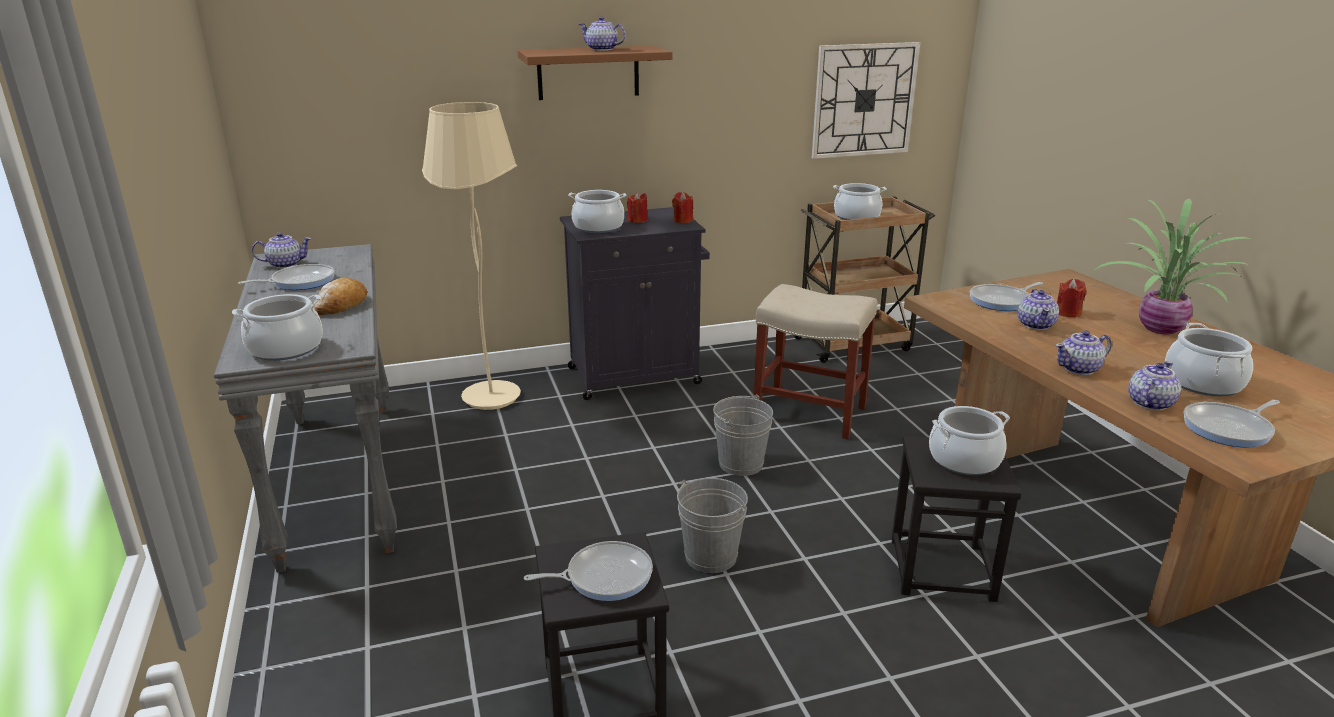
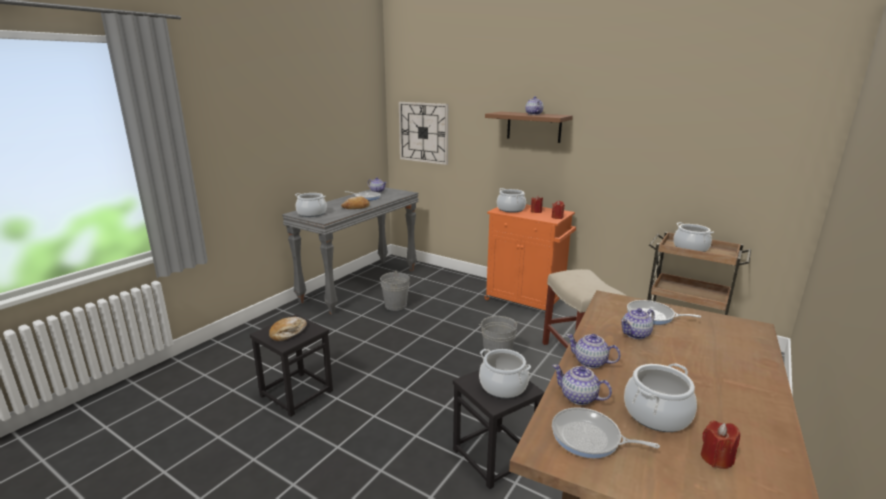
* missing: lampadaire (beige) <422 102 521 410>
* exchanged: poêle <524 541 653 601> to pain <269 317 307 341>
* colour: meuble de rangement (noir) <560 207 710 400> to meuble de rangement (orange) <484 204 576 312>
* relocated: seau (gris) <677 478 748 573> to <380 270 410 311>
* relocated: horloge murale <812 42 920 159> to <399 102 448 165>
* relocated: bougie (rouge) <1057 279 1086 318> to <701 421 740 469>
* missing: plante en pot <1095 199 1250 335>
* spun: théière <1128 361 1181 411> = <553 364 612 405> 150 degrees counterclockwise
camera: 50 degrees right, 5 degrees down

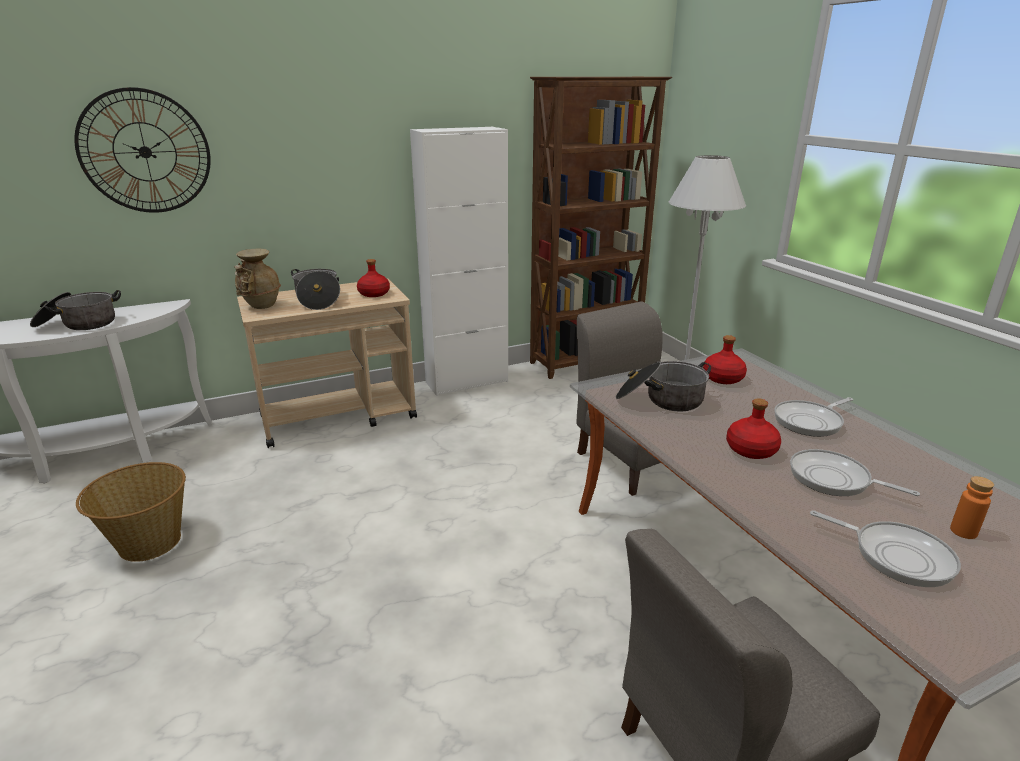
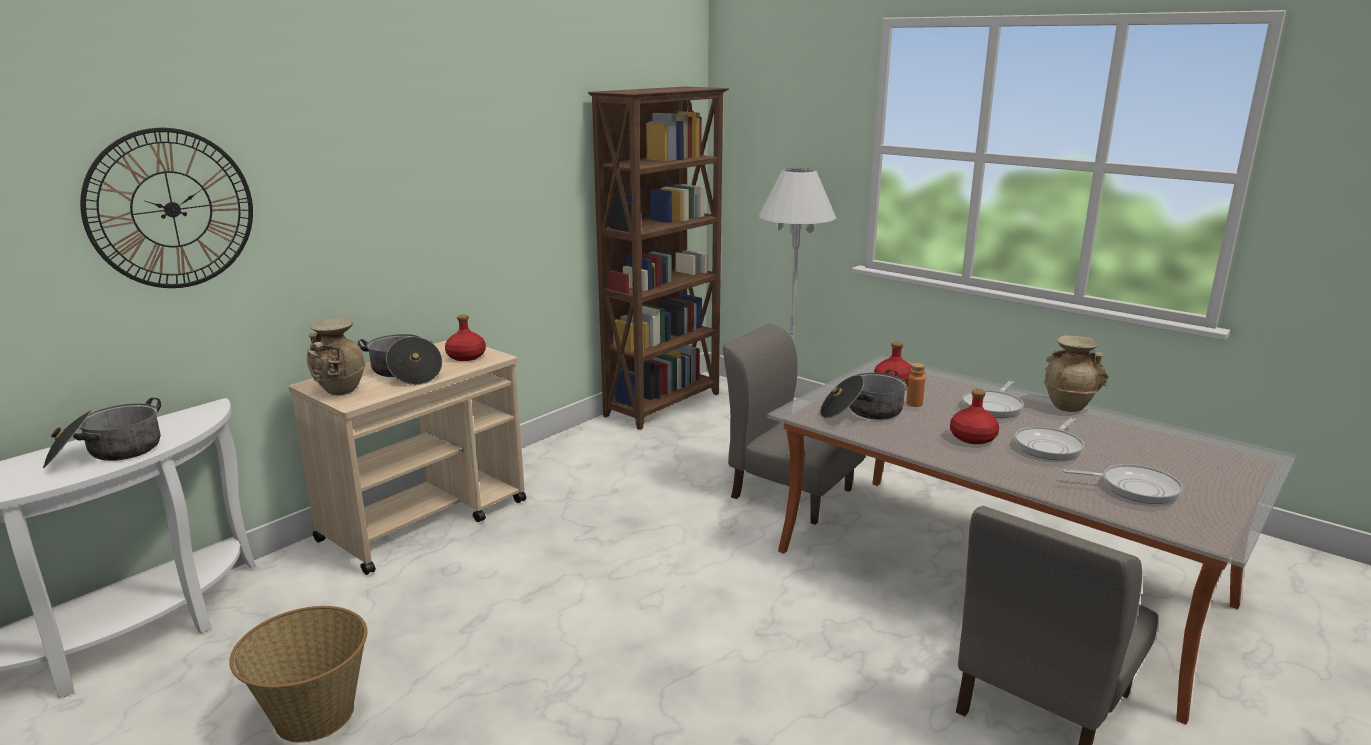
* missing: meuble de rangement (blanc) <410 127 508 396>
* spun: poêle <790 449 920 496> = <1015 417 1084 460> 60 degrees counterclockwise
* relocated: bouteille (orange) <950 476 994 539> to <906 363 925 407>
* appeared: vase (beige) <1044 335 1108 412>
camera: 25 degrees left, 5 degrees down

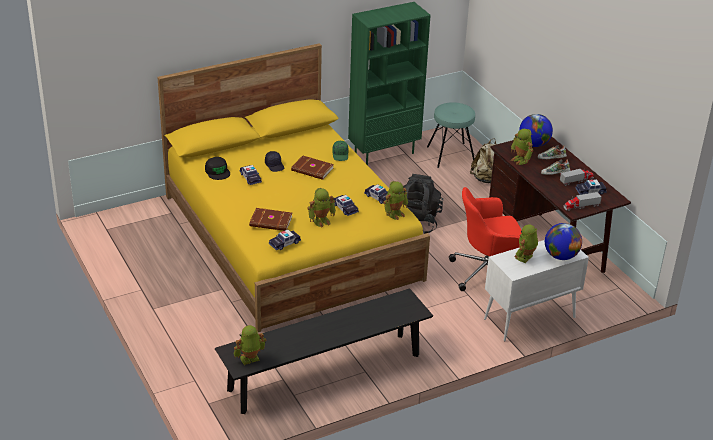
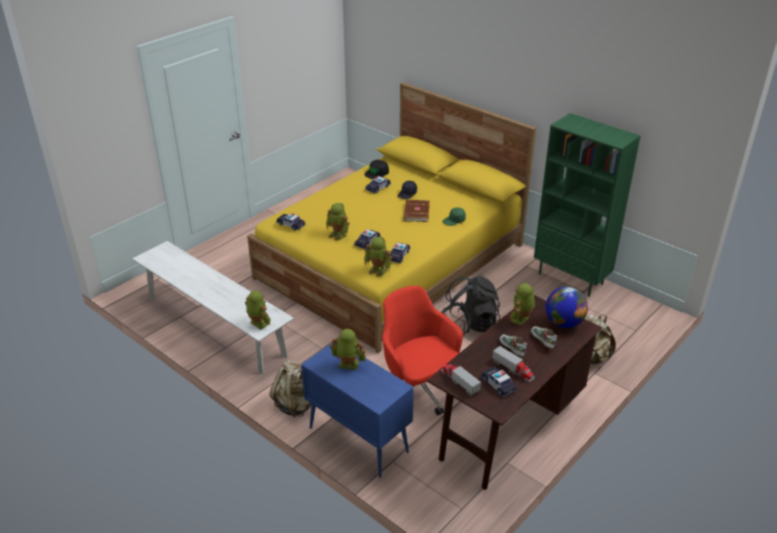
* colour: banc (noir) <215 288 433 414> to banc (blanc) <132 241 294 374>
* relocated: robot jouet <234 325 266 365> to <245 291 271 330>
* missing: livre (marron) <249 208 293 231>
* missing: tabouret (turquoise) <427 102 475 168>
* colour: meuble de rangement (blanc) <484 240 589 342> to meuble de rangement (bleu) <301 343 414 478>
* missing: globe <545 223 582 260>
* appeared: sac à dos (beige) <270 360 311 418>
camera: 70 degrees right, 0 degrees up

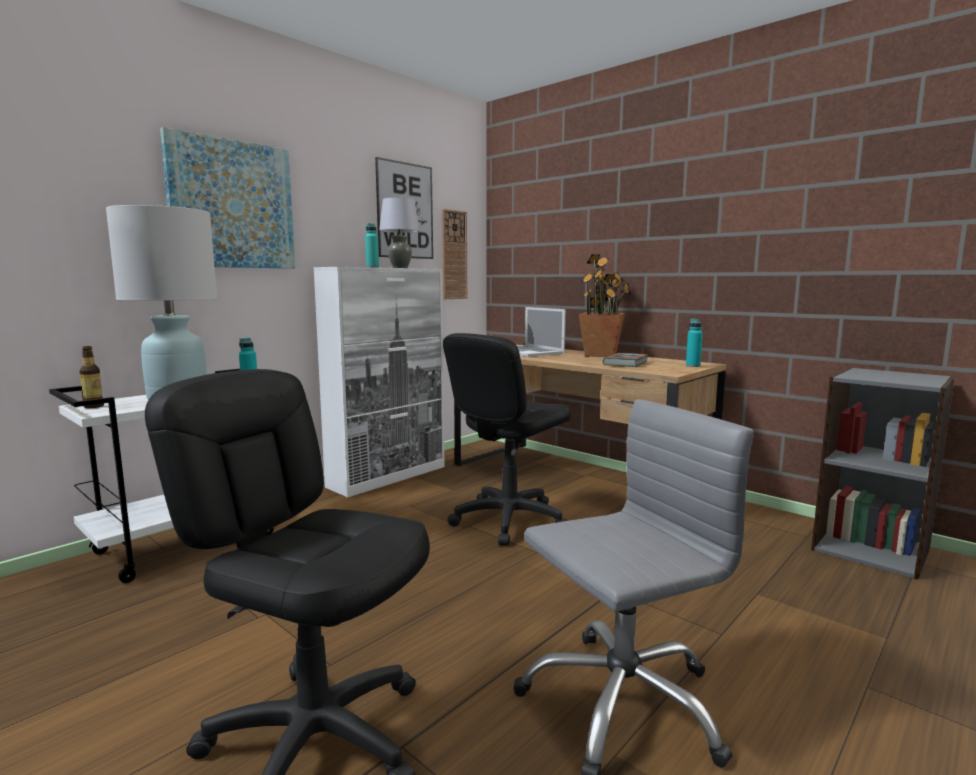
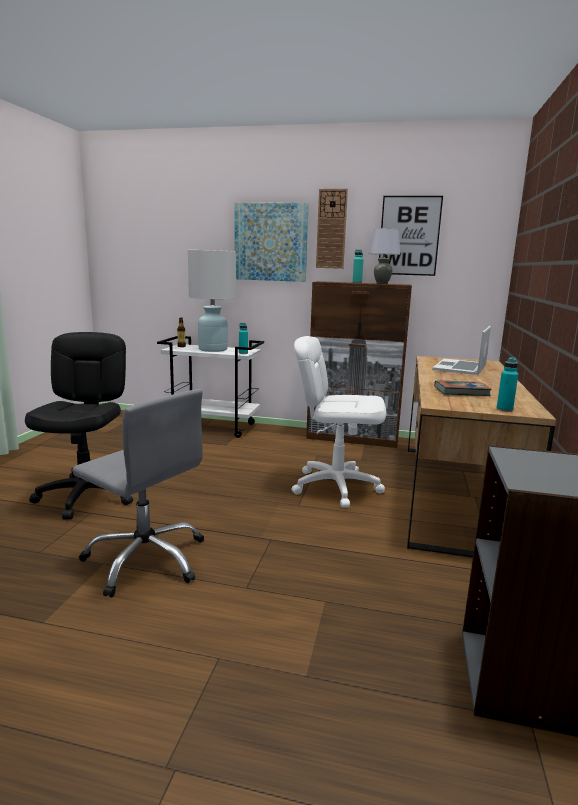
* colour: meuble de rangement (blanc) <314 267 445 497> to meuble de rangement (marron) <306 281 412 448>
* relocated: horloge murale <442 209 467 299> to <316 189 348 269>
* colour: chaise de bureau (noir) <443 333 571 546> to chaise de bureau (blanc) <292 336 386 508>
* missing: plante en pot <579 255 631 357>
camera: 60 degrees right, 5 degrees up

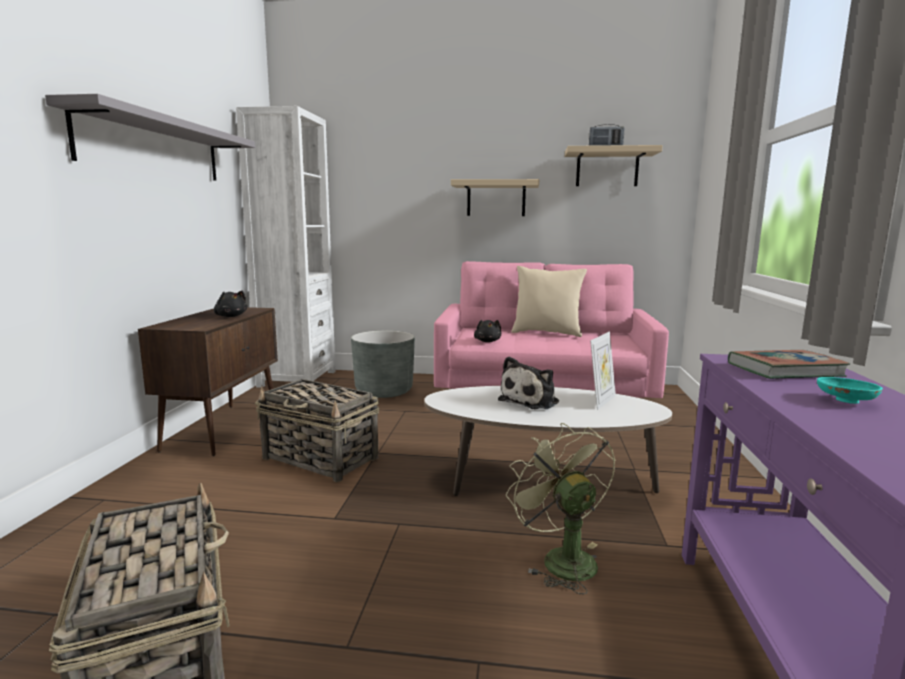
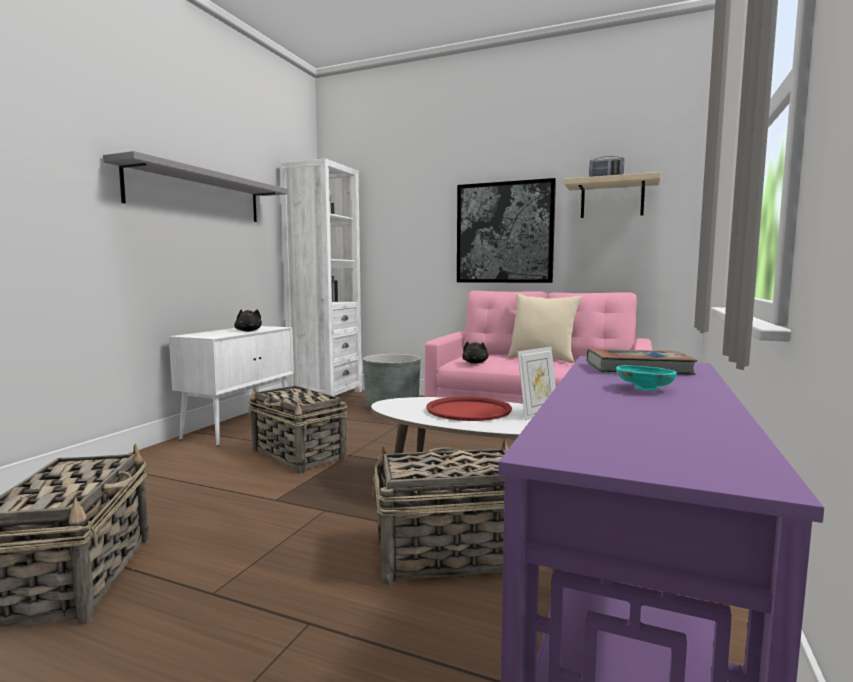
* colour: meuble de rangement (marron) <138 307 278 456> to meuble de rangement (blanc) <169 326 294 446>
* exchanged: étagère (beige) <451 179 539 216> to tableau <457 178 556 283>
* exchanged: peluche <498 356 559 409> to plateau (rouge) <426 396 512 421>
* exchanged: ventilateur (vert) <506 423 615 594> to panier <372 439 508 586>
camera: 15 degrees right, 5 degrees down

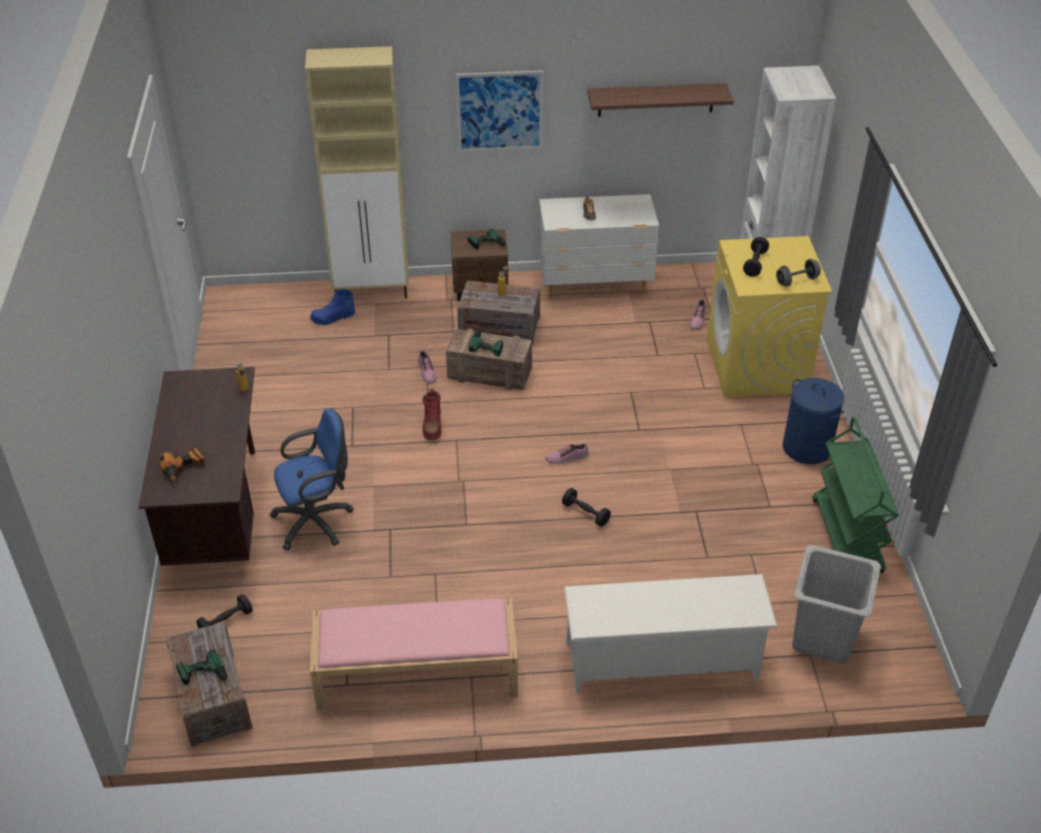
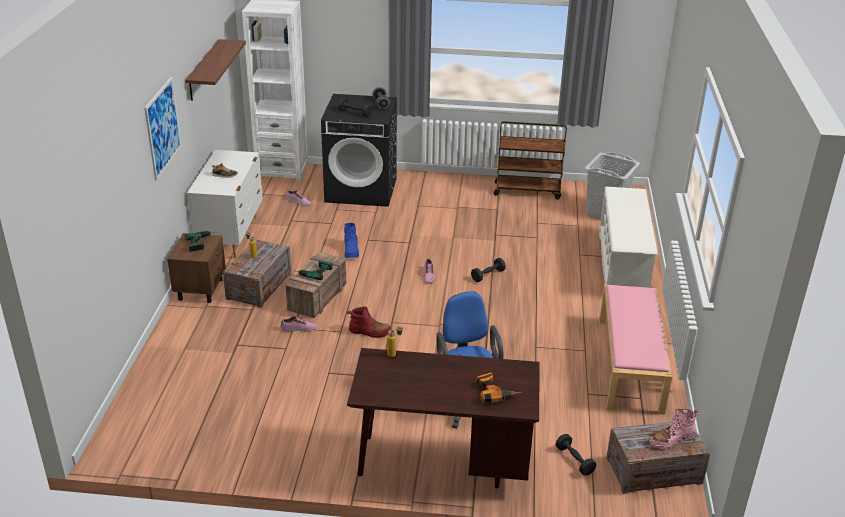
* exchanged: perceuse <176 649 228 686> to botte (rose) <650 408 700 449>
* missing: meuble de rangement (beige) <305 46 409 298>
* relocated: botte (bleu) <310 289 355 326> to <344 223 359 258>
* colour: lave-linge (jaune) <707 236 832 398> to lave-linge (noir) <321 94 397 207>
* missing: panier à linge (bleu) <783 378 844 464>
* colour: chariot (vert) <813 417 899 575> to chariot (marron) <494 121 567 199>
camera: 80 degrees left, 10 degrees down

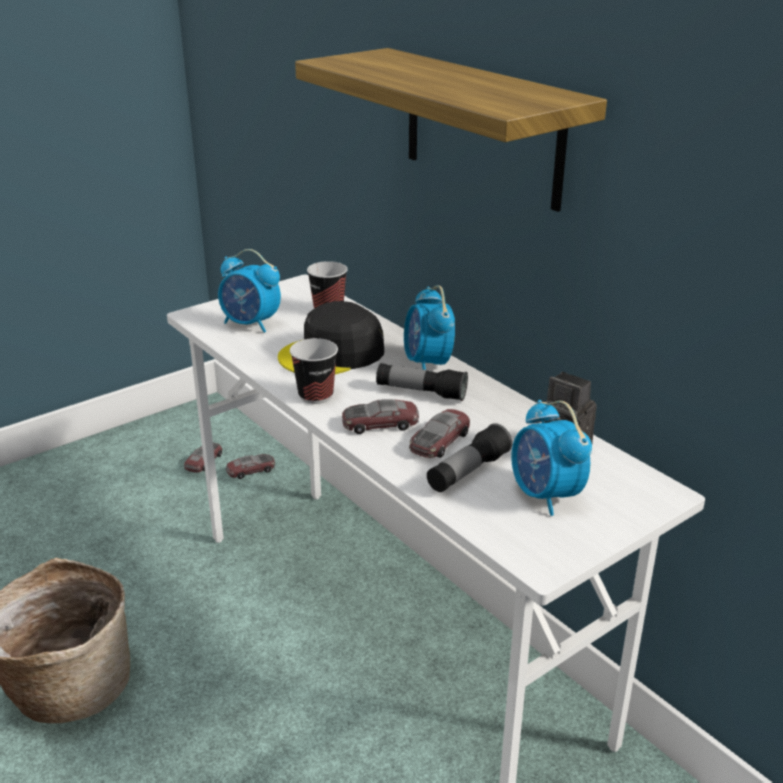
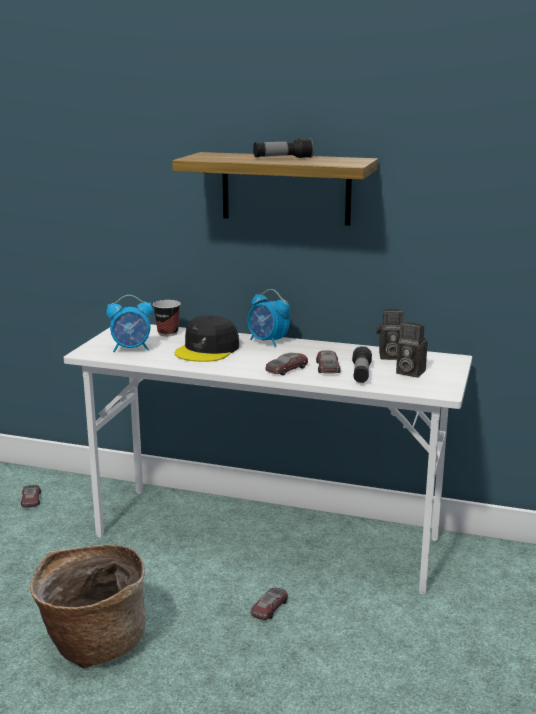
* relocated: petite voiture <226 454 275 479> to <251 587 288 620>
* missing: tasse <290 338 338 404>
* relocated: lampe de poche <376 363 468 401> to <253 138 314 158>
* exchanged: réveil <511 400 592 516> to appareil photo <396 322 428 377>
camera: 35 degrees left, 10 degrees down

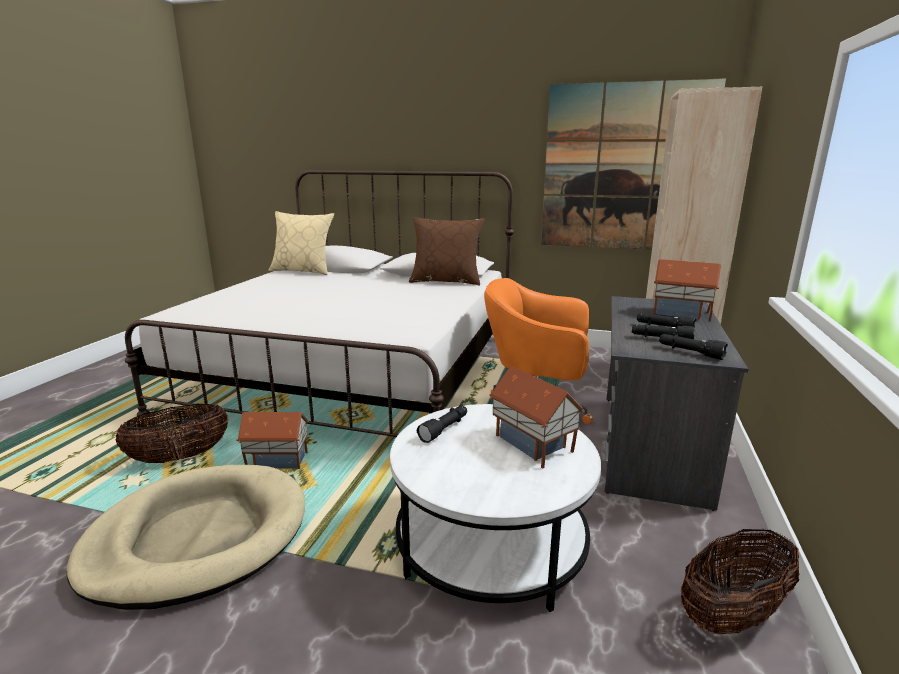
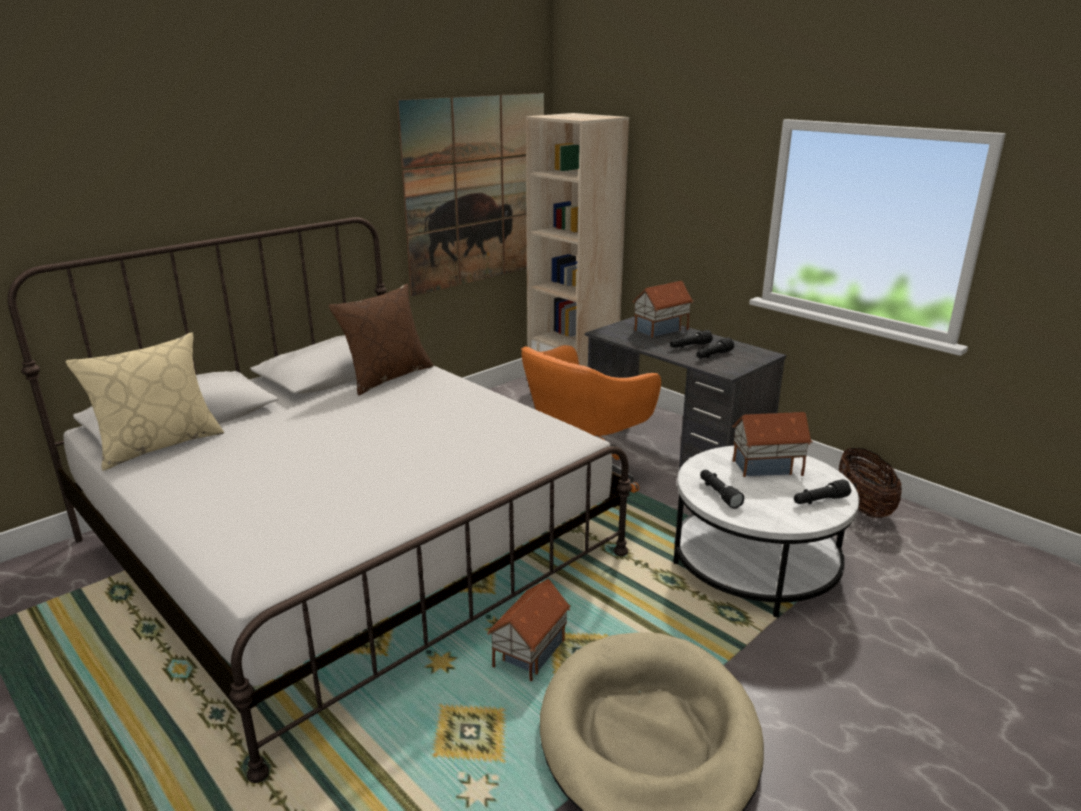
* missing: panier <116 404 228 463>
* relocated: lampe de poche (noir) <659 334 728 360> to <794 479 851 504>
camera: 60 degrees left, 5 degrees up

